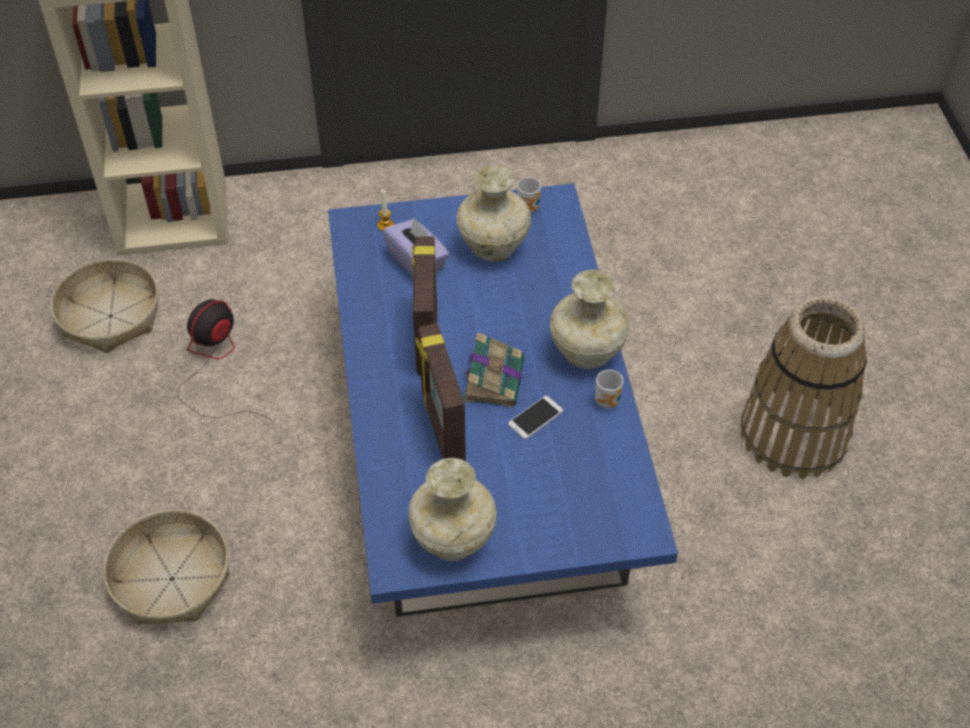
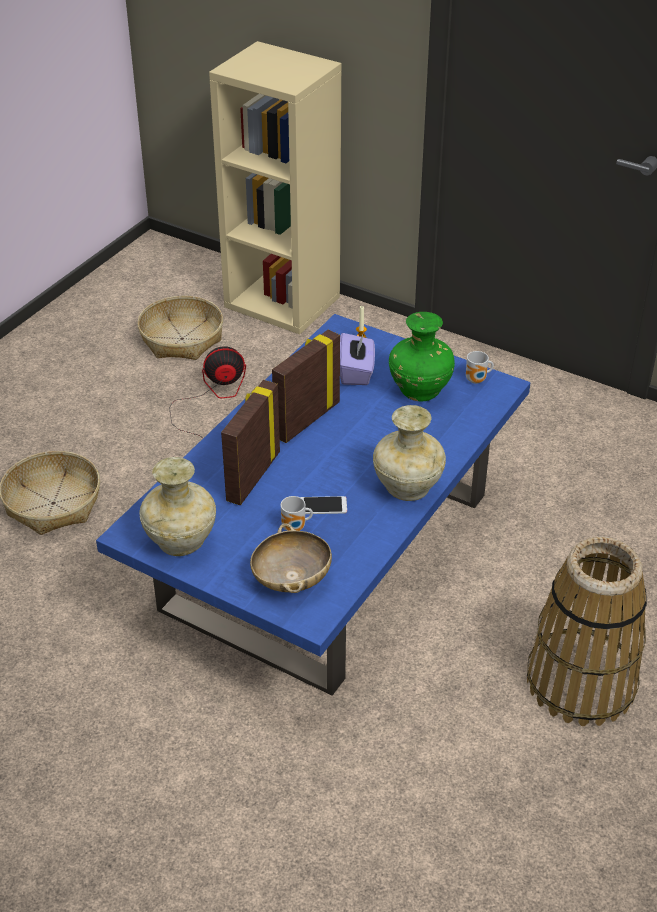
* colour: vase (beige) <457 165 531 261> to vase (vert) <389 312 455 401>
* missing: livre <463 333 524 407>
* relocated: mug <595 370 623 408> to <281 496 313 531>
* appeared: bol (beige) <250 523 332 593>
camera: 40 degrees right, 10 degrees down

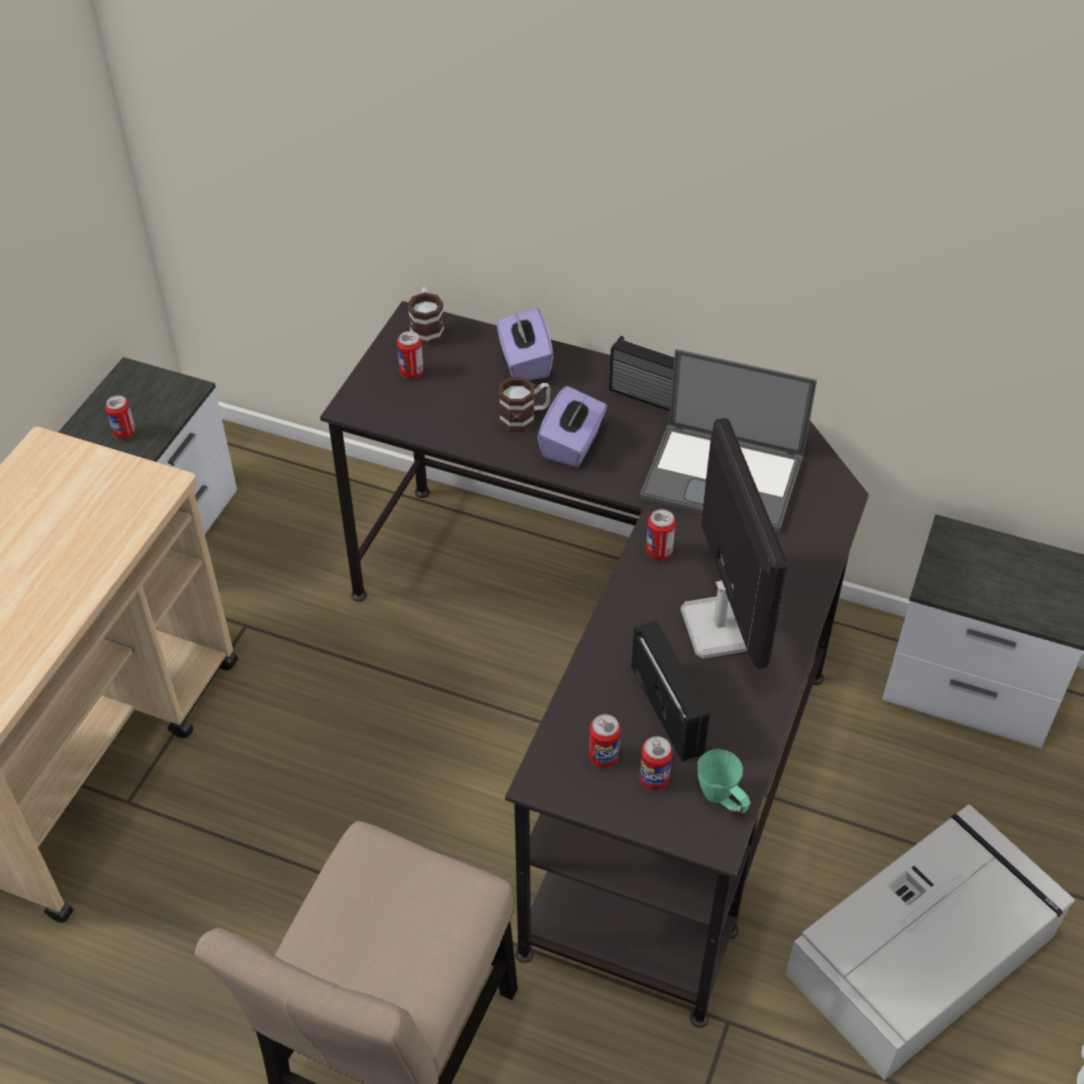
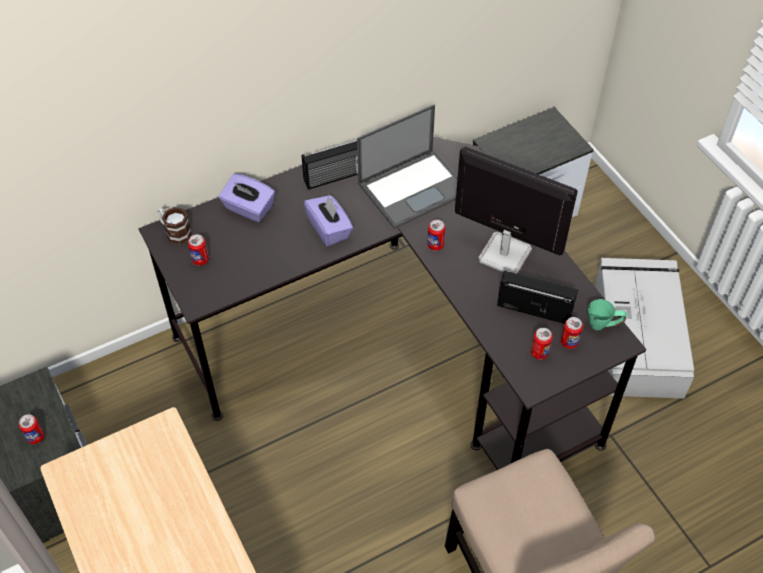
* missing: mug <499 377 551 432>
camera: 50 degrees left, 5 degrees up

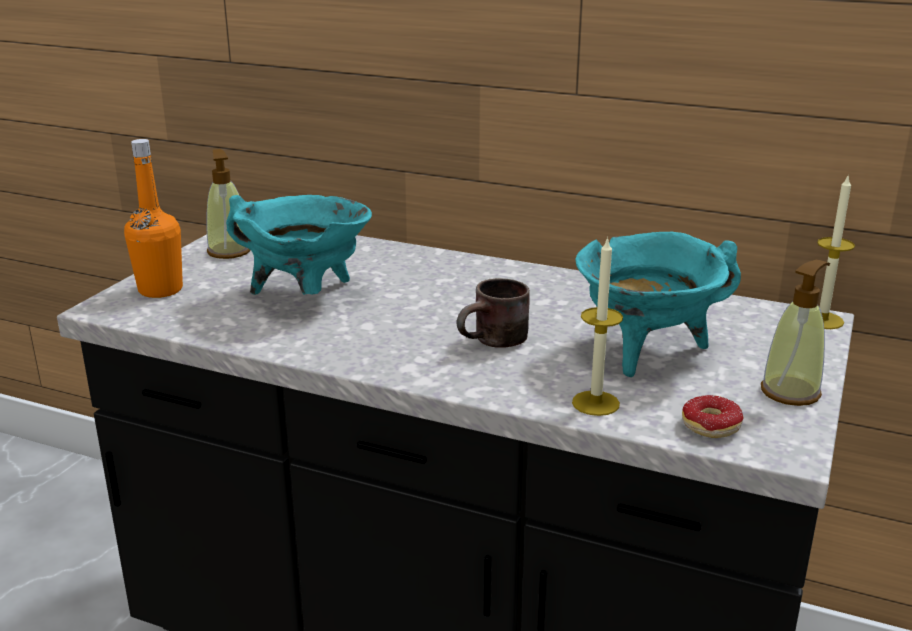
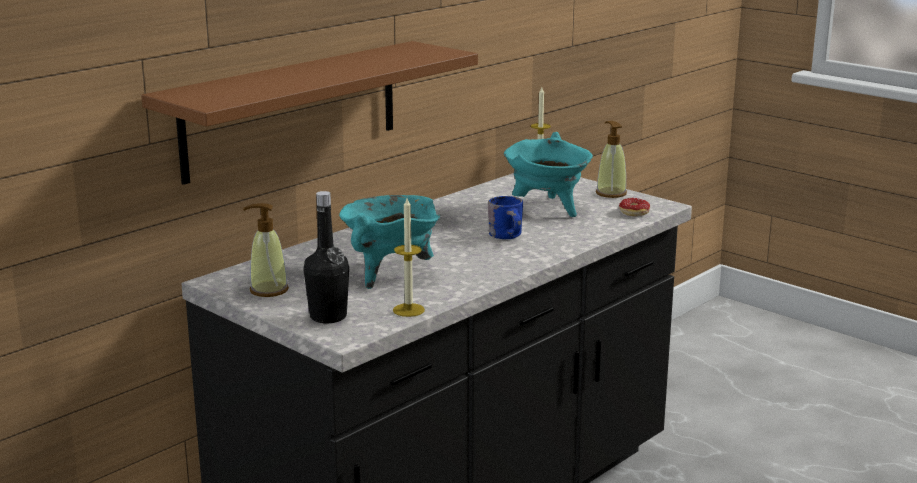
* colour: bouteille (orange) <124 139 183 298> to bouteille (noir) <303 191 349 323>
* colour: mug (marron) <457 278 530 348> to mug (bleu) <488 196 523 239>
* relocated: bougie <572 236 623 416> to <393 198 425 317>
* appeared: étagère (marron) <141 41 478 185>
camera: 70 degrees left, 5 degrees down

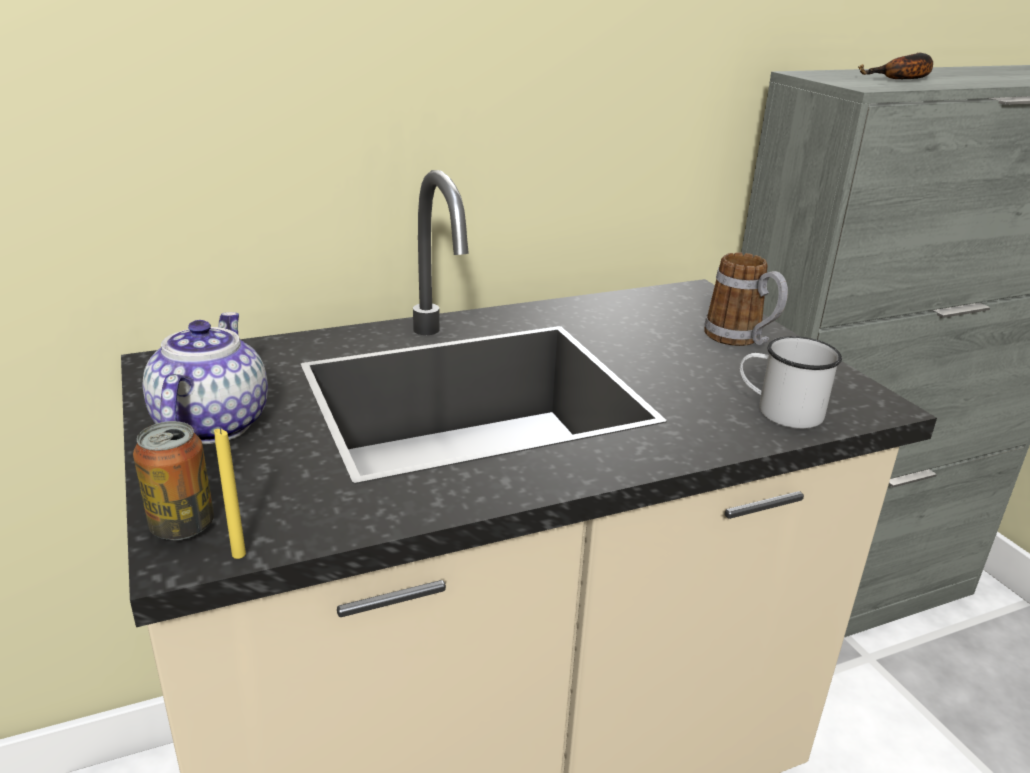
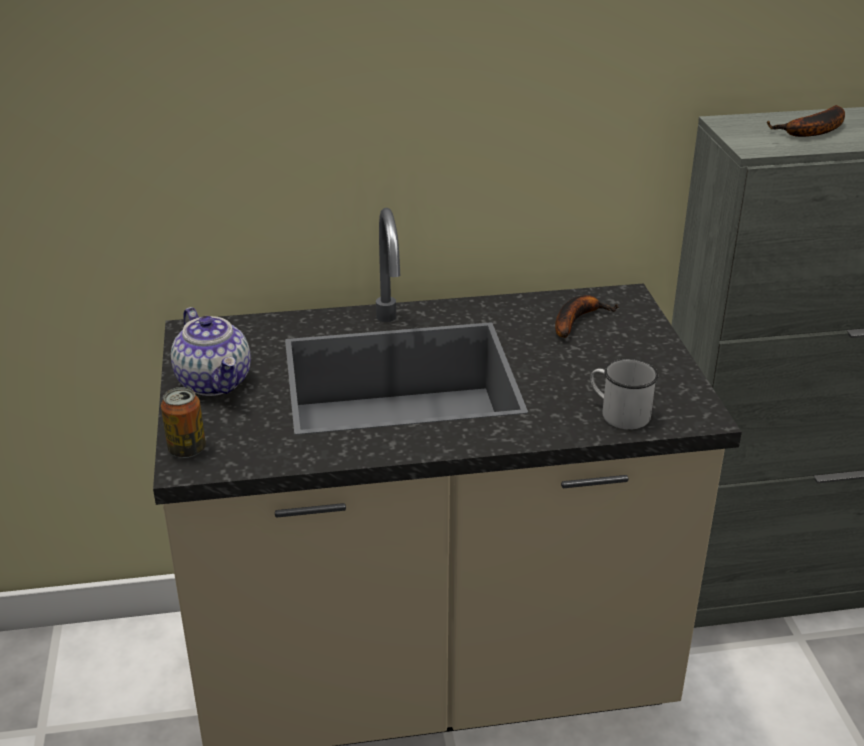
* spun: théière <143 312 268 444> = <171 307 251 396> 135 degrees clockwise
* missing: bougie (jaune) <214 427 246 559>
* missing: mug <704 252 788 346>
* appeared: banane <555 295 619 338>
camera: 15 degrees right, 5 degrees up

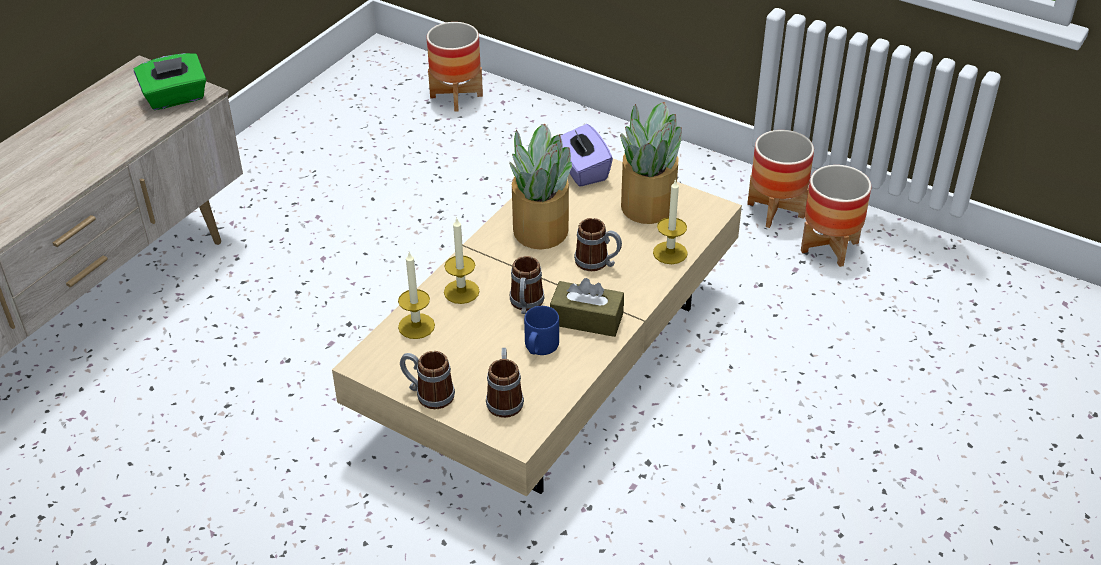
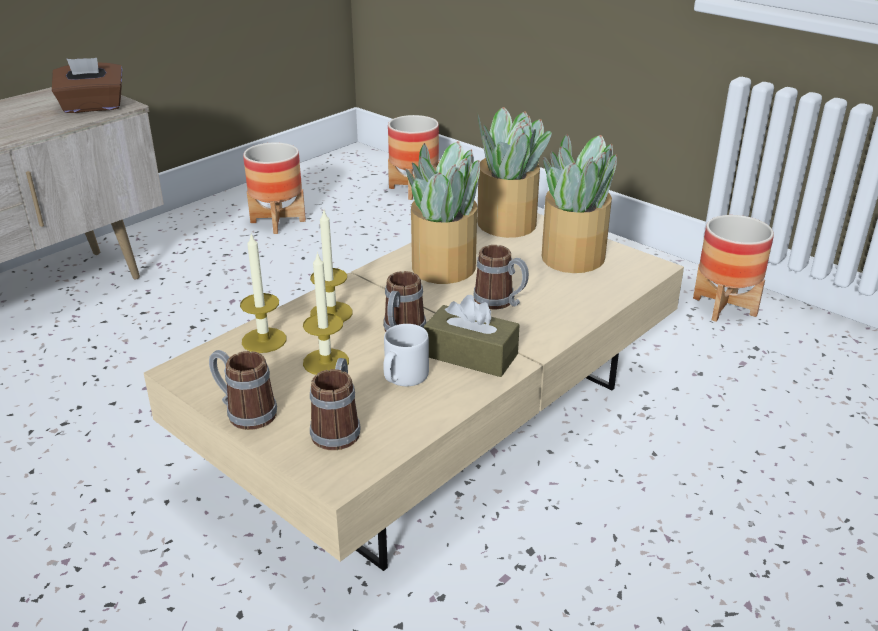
* colour: boîte à mouchoirs (vert) <134 53 206 110> to boîte à mouchoirs (marron) <52 58 122 113>
* colour: mug (bleu) <524 306 559 355> to mug (gris) <383 324 429 386>
* exchanged: boîte à mouchoirs (violet) <561 124 613 187> to plante en pot <477 107 552 238>
* relocated: bougie <653 179 688 264> to <303 252 349 375>
* relocated: cache-pot <801 165 871 267> to <243 142 306 234>
camera: 10 degrees right, 10 degrees down

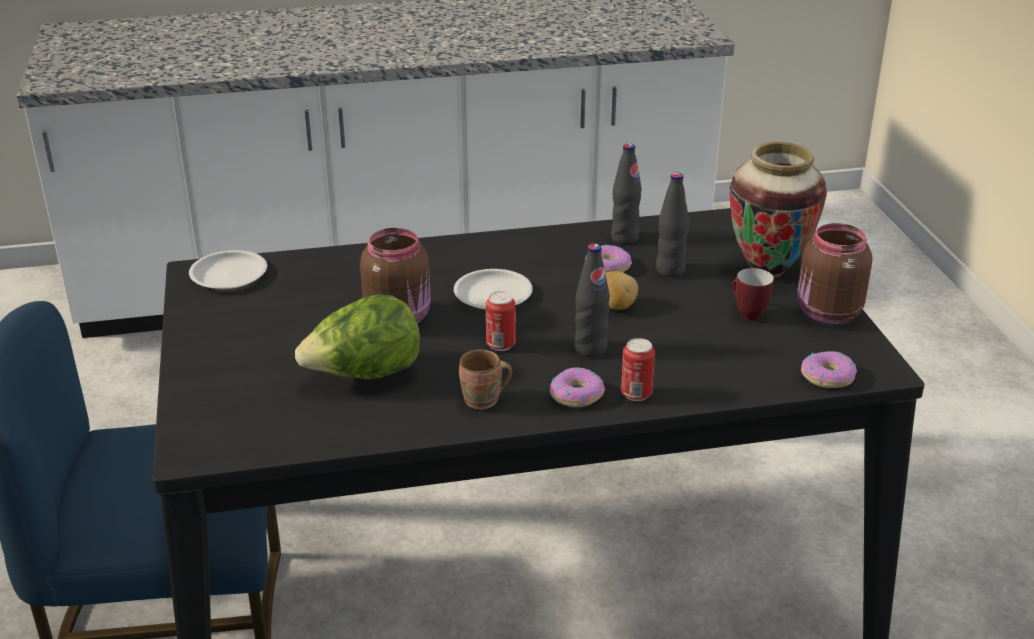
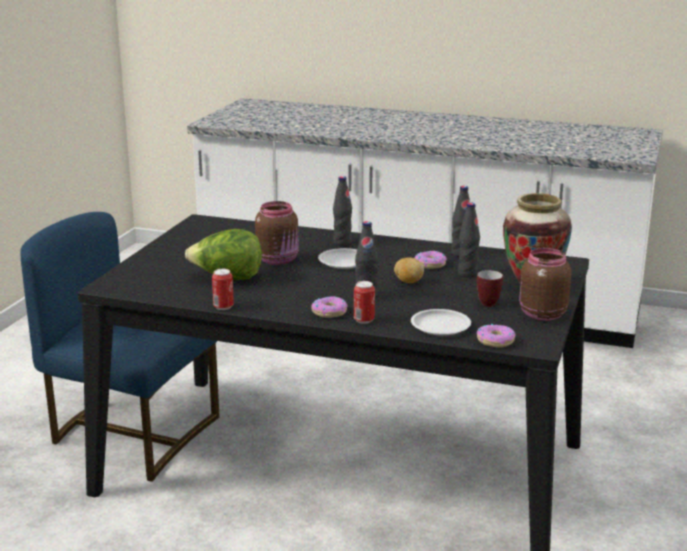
* relocated: assiette (blanc) <189 250 267 289> to <411 309 471 336>
* missing: mug (marron) <459 349 512 410>
* relocated: boîte métallique <486 291 516 351> to <212 269 234 310>
* appeared: bouteille (noir) <333 176 352 246>
camera: 30 degrees right, 10 degrees down

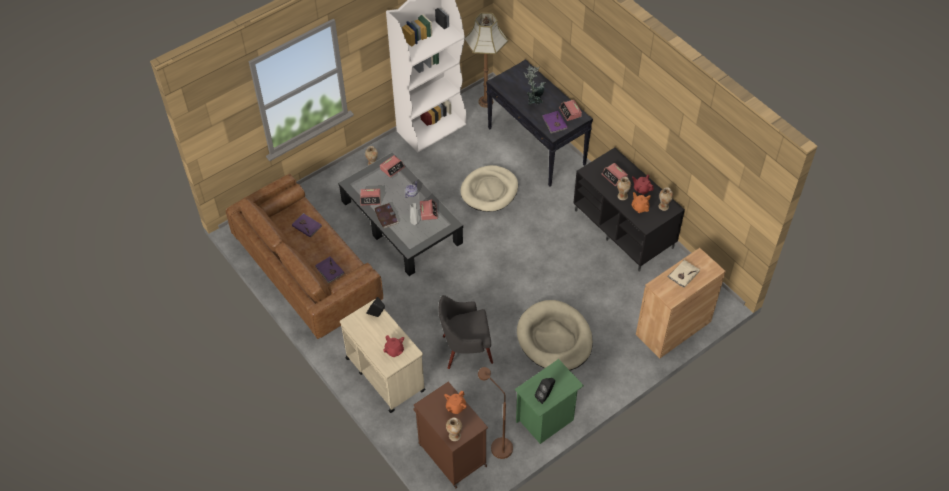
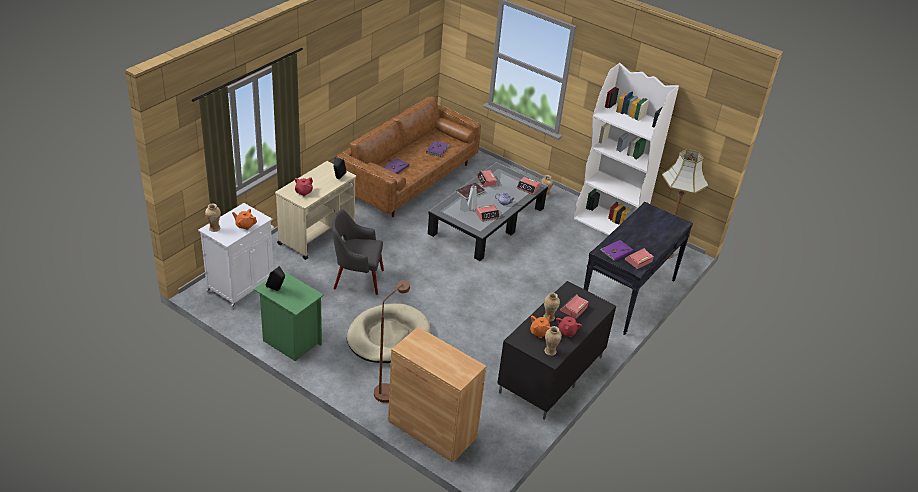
* colour: meuble de rangement (marron) <413 382 488 488> to meuble de rangement (blanc) <198 203 274 308>
* spun: fauteuil (gris) <439 295 493 369> = <332 209 384 295> 60 degrees counterclockwise
* missing: panier pour chien (beige) <460 165 518 212>
* relocated: lampadaire (marron) <478 367 513 459> to <374 280 410 403>
* missing: plante en pot <524 65 546 105>
* missing: livre (beige) <667 260 700 288>
camera: 70 degrees right, 15 degrees down

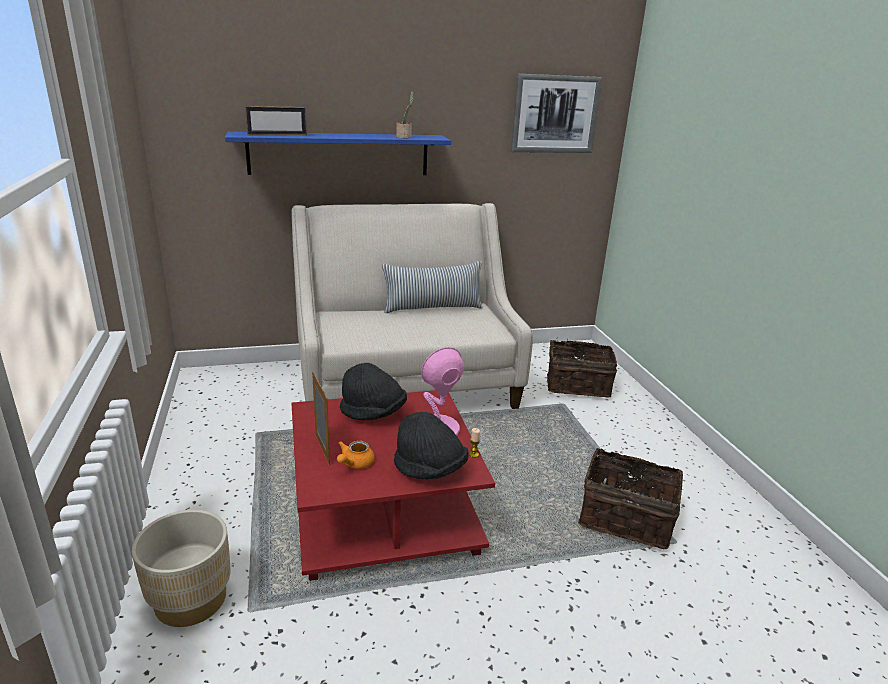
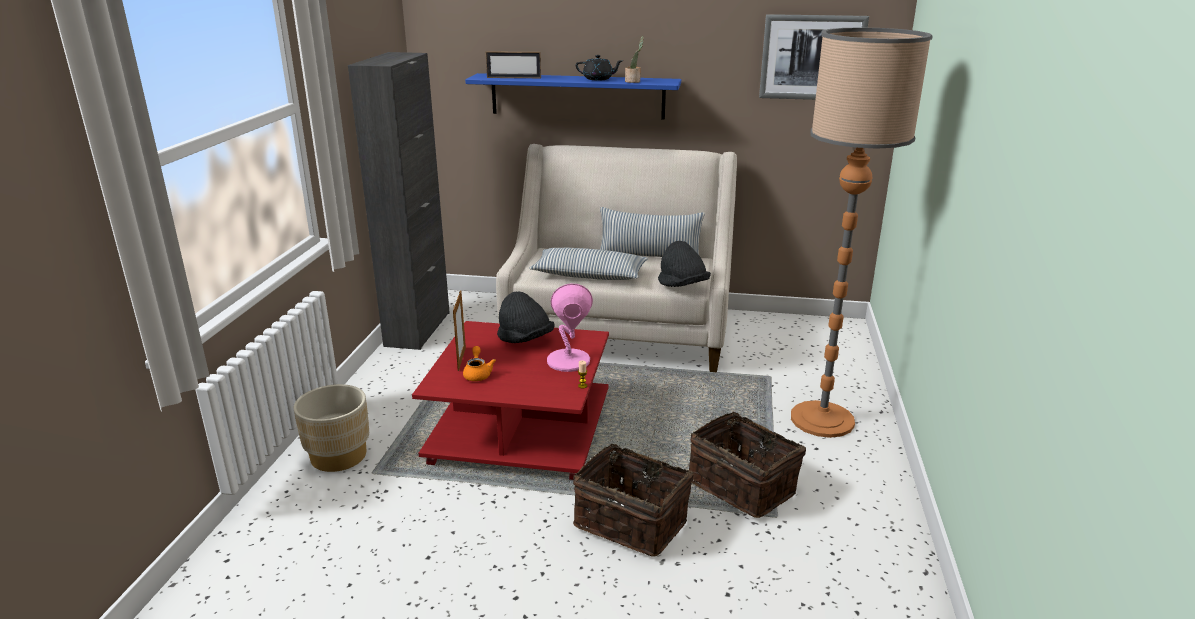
* spun: théière (orange) <337 441 374 469> = <463 346 496 381> 120 degrees clockwise
* relocated: chapeau (noir) <394 412 469 480> to <658 241 711 287>
* relocated: panier <547 340 617 397> to <573 440 694 556>
* appeared: meuble de rangement (noir) <348 52 450 350>
* appeared: coussin <529 248 648 280>
* appeared: théière (noir) <576 55 624 81>
* appeared: lampadaire <791 27 933 438>
camera: 25 degrees right, 0 degrees up

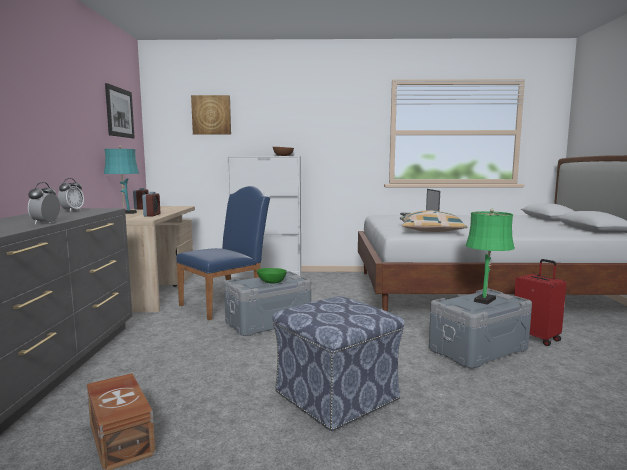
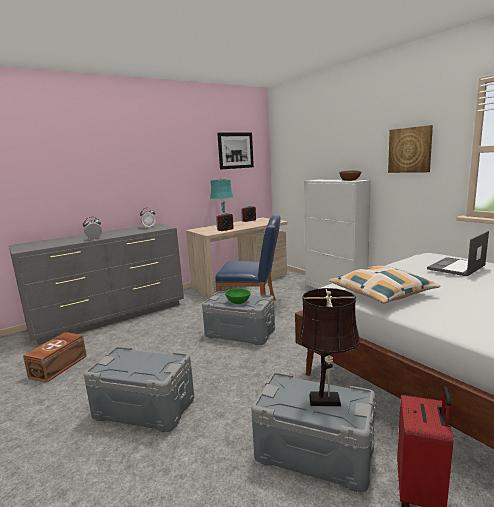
* relocated: tableau <191 95 231 135> to <388 125 433 173>
* exchanged: pouf <272 296 405 431> to boîte de rangement (gris) <84 347 194 432>
* colour: lampe de table (vert) <466 209 515 305> to lampe de table (marron) <299 288 360 407>
camera: 55 degrees right, 5 degrees up

